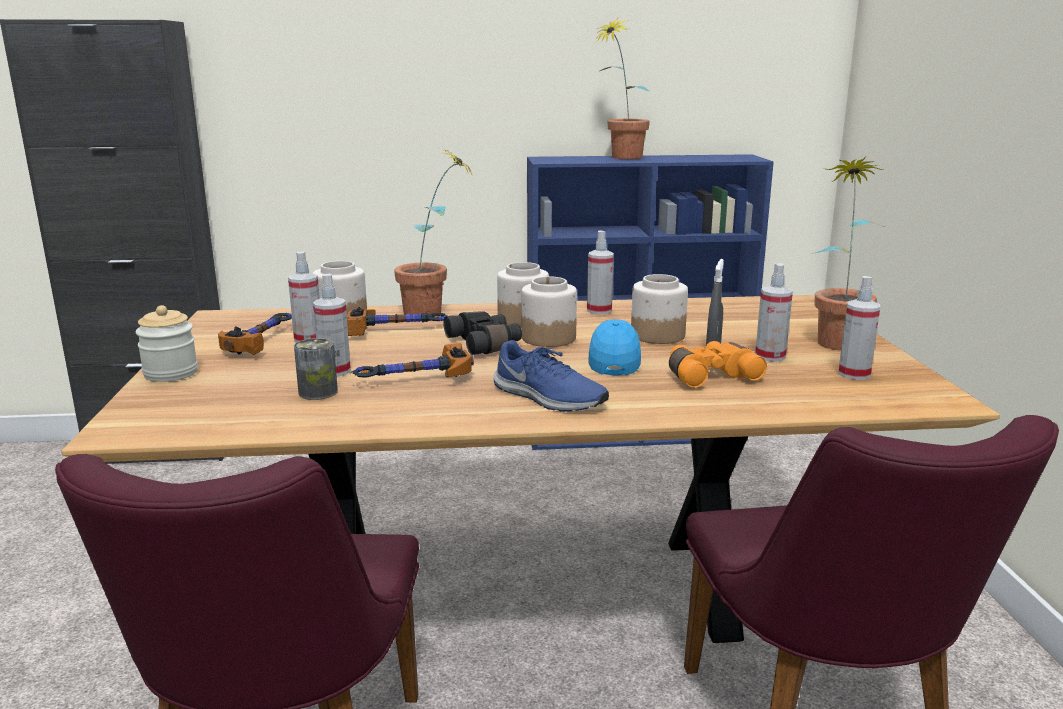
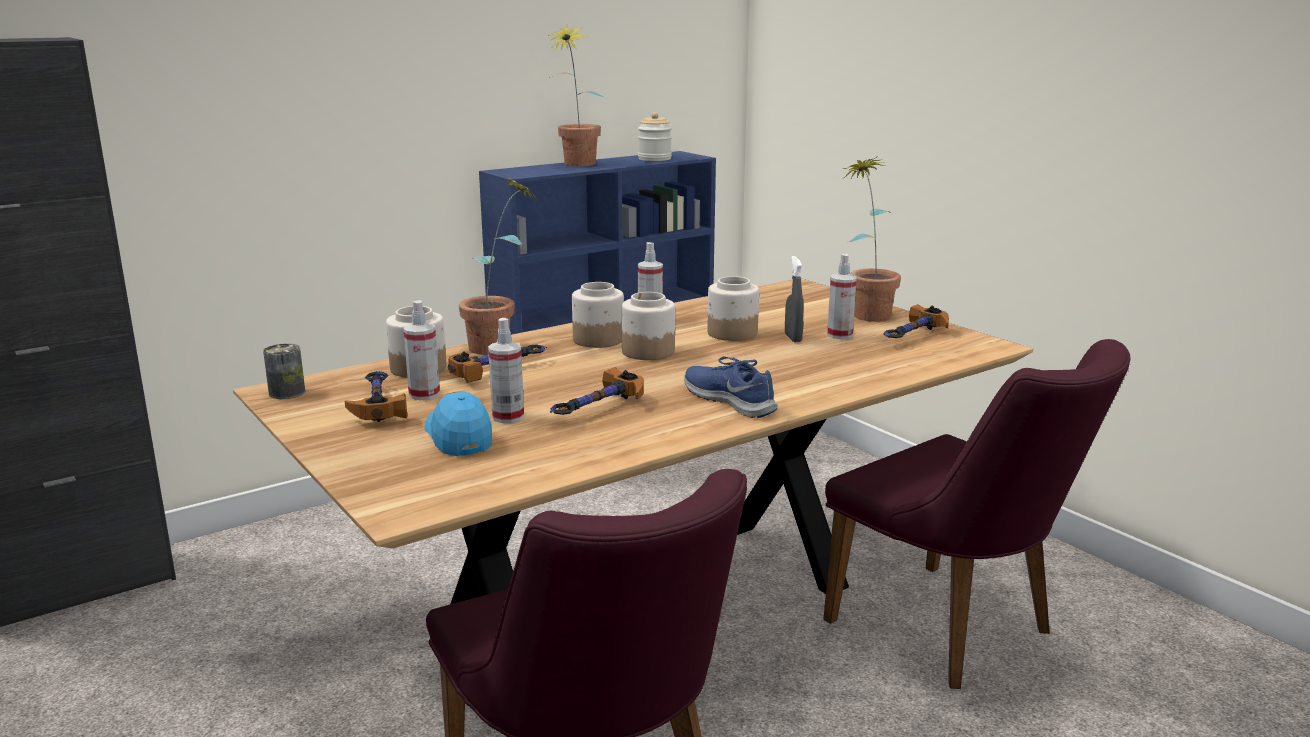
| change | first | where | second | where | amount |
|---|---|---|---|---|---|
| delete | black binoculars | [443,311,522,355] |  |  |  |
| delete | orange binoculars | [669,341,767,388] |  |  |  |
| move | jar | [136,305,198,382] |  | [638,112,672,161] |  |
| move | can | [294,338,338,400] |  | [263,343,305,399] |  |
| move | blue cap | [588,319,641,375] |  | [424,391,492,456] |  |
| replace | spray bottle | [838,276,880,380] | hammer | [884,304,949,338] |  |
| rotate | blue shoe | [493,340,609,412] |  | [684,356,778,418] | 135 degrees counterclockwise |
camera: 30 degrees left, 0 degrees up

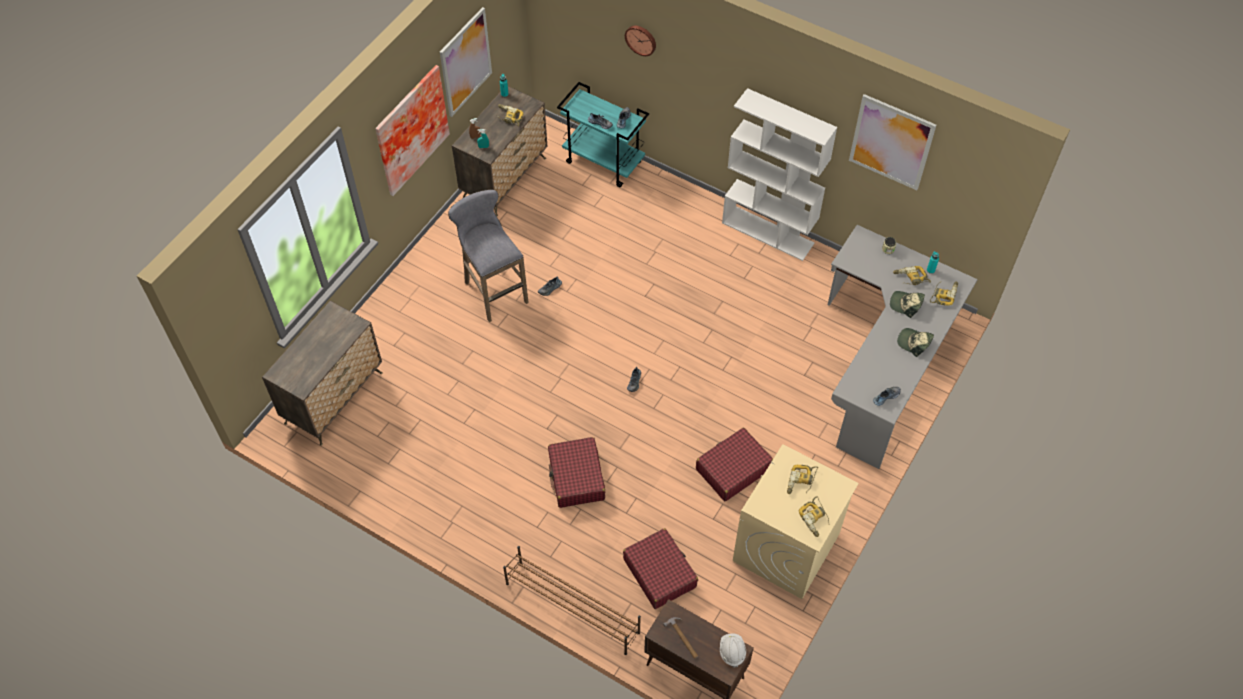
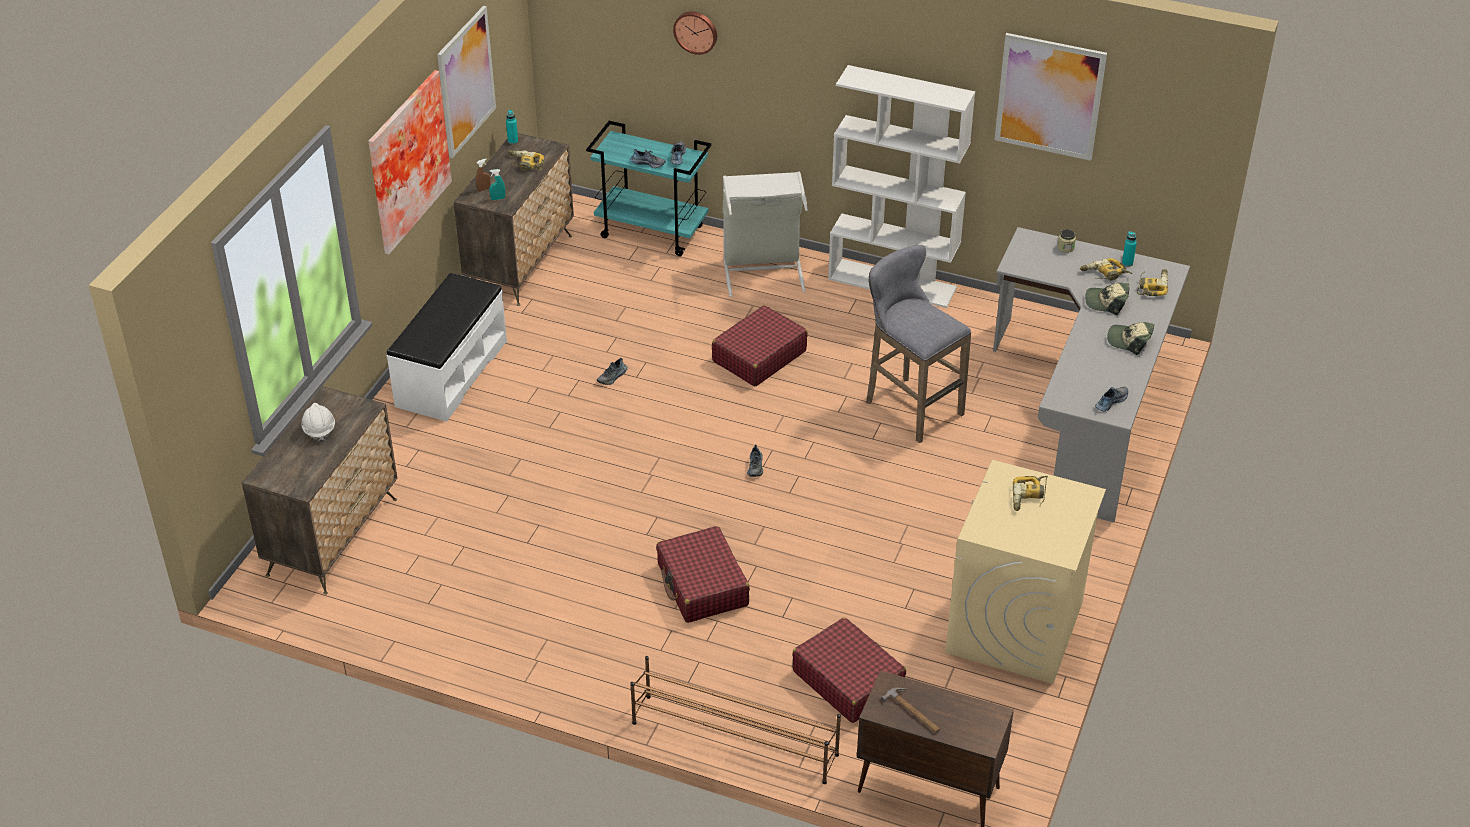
| change | first | where | second | where | amount |
|---|---|---|---|---|---|
| delete | power drill | [799,497,829,537] |  |  |  |
| insert |  |  | white bench | [386,273,507,421] |  |
| insert |  |  | grey laundry basket | [723,171,808,297] |  |
| move | grey stool | [448,190,529,322] |  | [866,245,971,443] |  |
| move | red suitcase | [696,428,773,501] |  | [712,305,808,386] |  |
| move | white hard hat | [720,634,746,667] |  | [301,403,335,442] |  |
camera: 10 degrees left, 15 degrees down

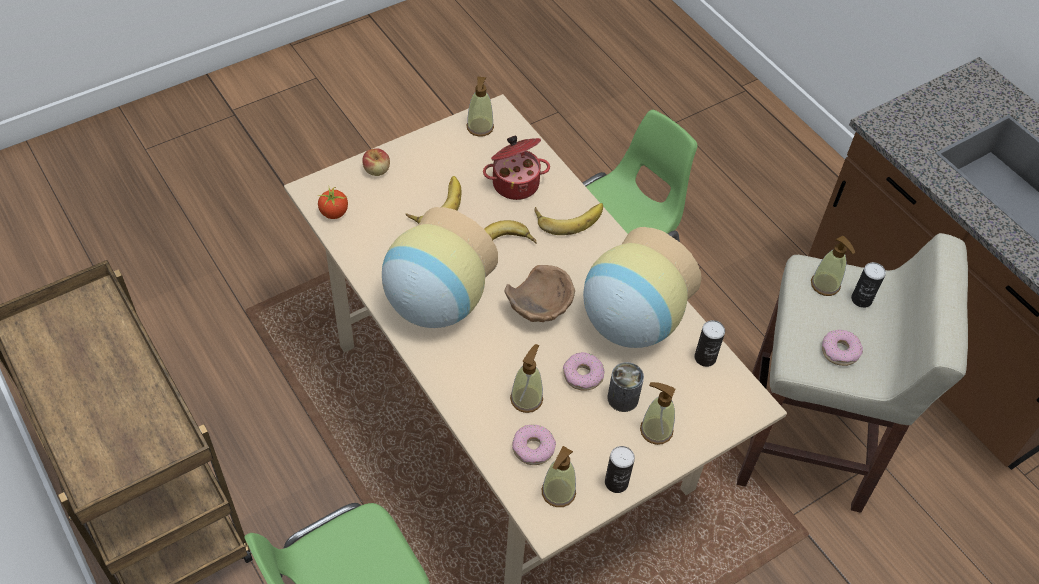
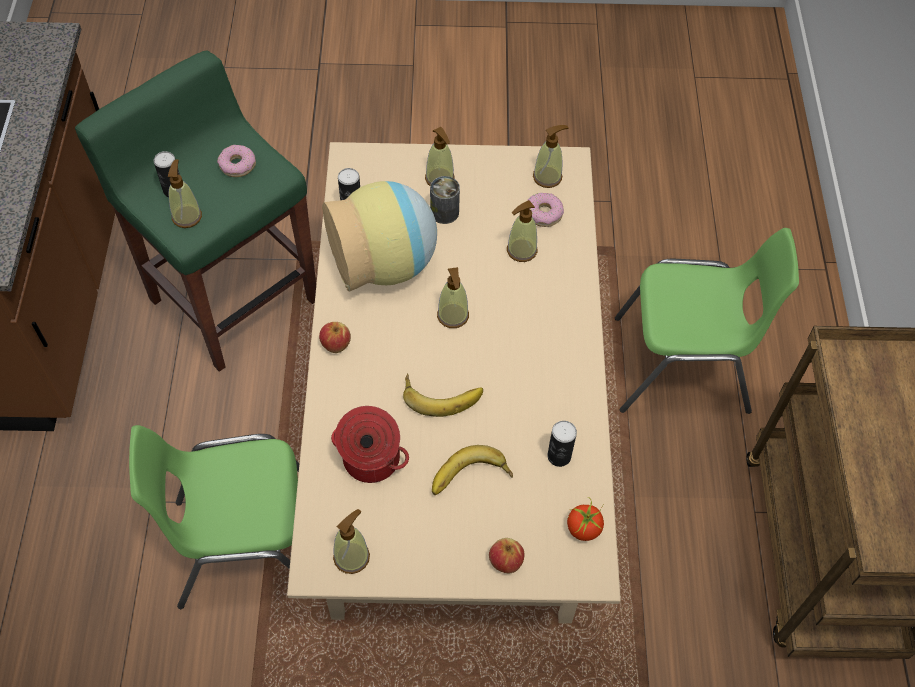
| change | first | where | second | where | amount |
|---|---|---|---|---|---|
| delete | vase | [382,207,498,328] |  |  |  |
| delete | banana | [535,203,603,235] |  |  |  |
| delete | donut | [563,352,605,391] |  |  |  |
| insert |  |  | apple | [319,322,351,353] |  |
| move | can | [605,446,635,493] |  | [547,421,577,467] |  |
| replace | brown bowl | [505,265,575,322] | soap dispenser | [437,267,469,328] |  |
| recolor | beige stool | [737,233,968,513] | green stool | [75,50,316,372] |  |
camera: 145 degrees left, 5 degrees up

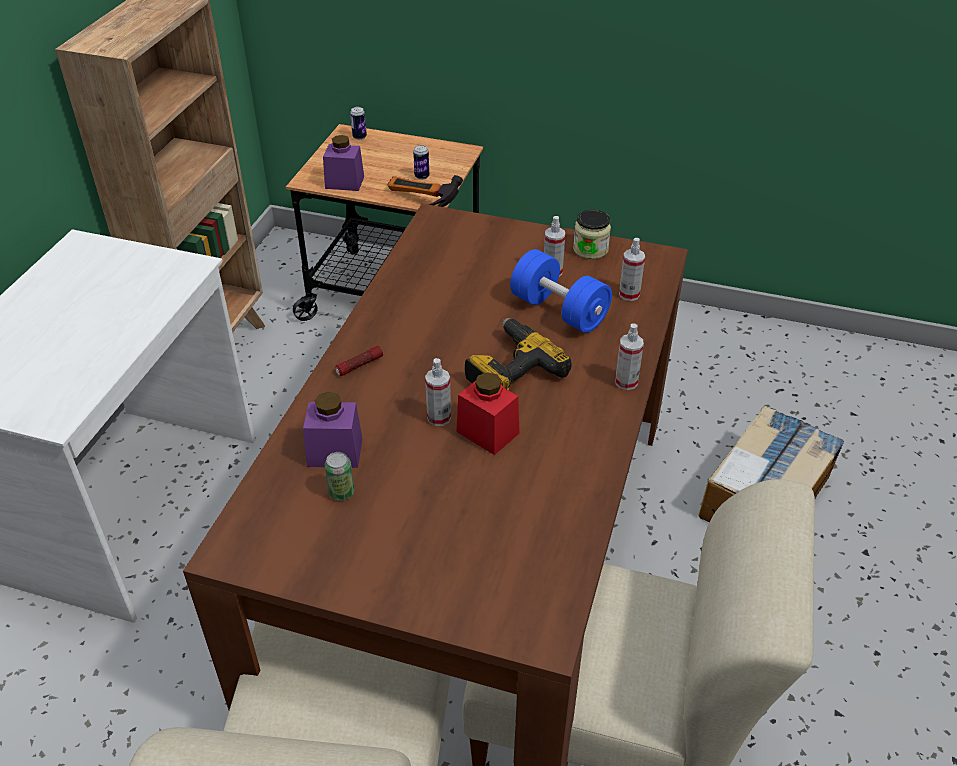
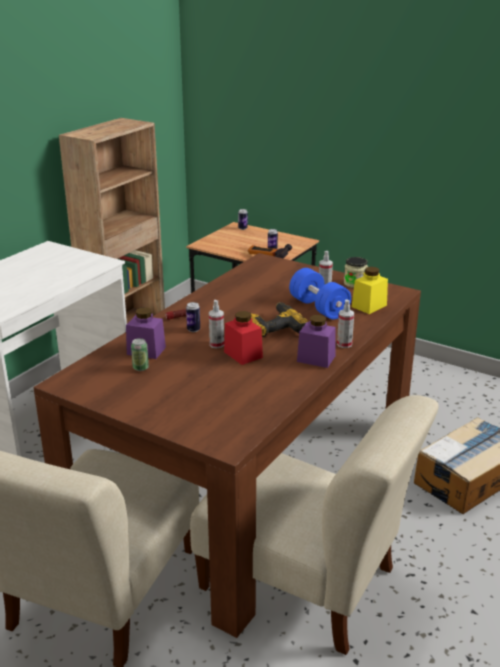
| change | first | where | second | where | amount |
|---|---|---|---|---|---|
| insert |  |  | can | [186,302,200,332] |  |
| move | purple jar | [323,135,364,191] |  | [297,315,336,368] |  |
| replace | spray bottle | [619,238,645,301] | yellow jar | [352,267,388,314] |  |
camera: 15 degrees right, 15 degrees down

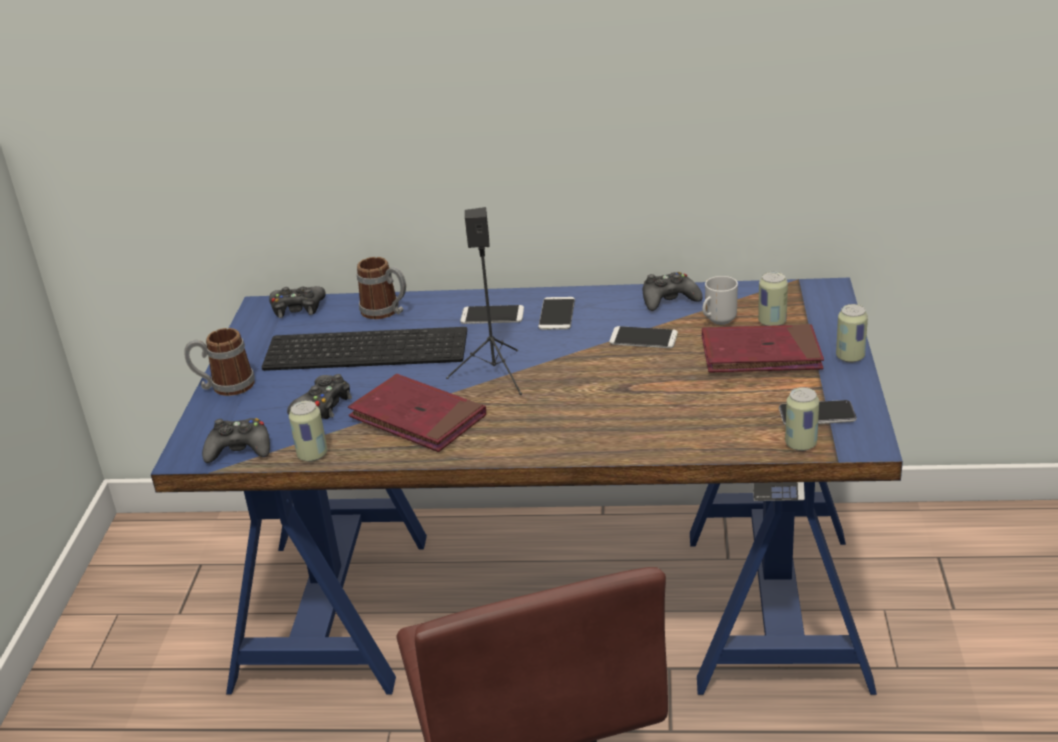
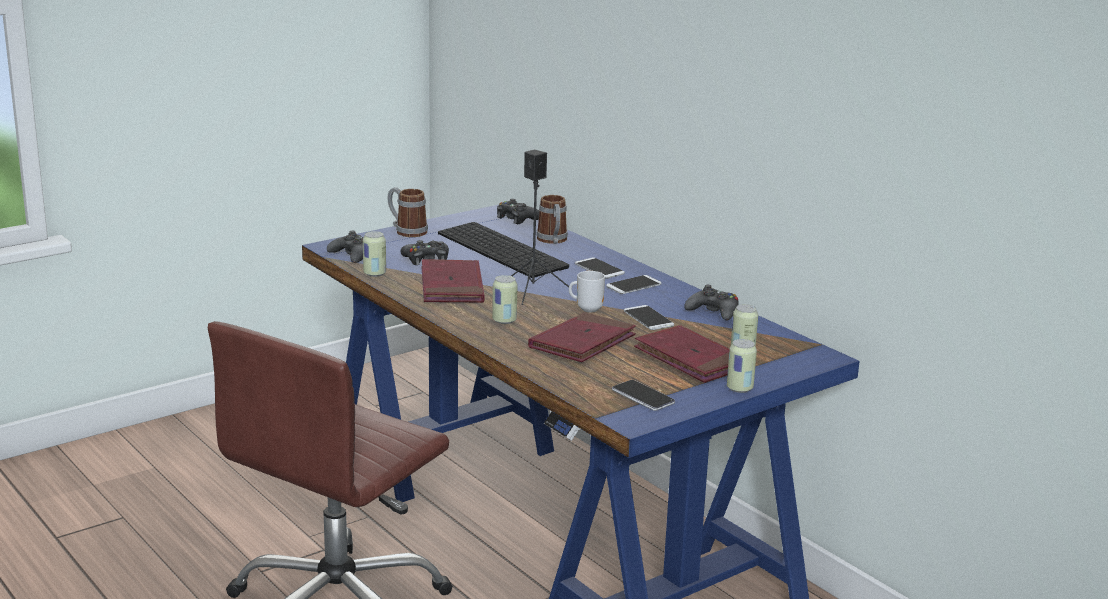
| change | first | where | second | where | amount |
|---|---|---|---|---|---|
| insert |  |  | red book | [528,312,636,362] |  |
| move | mug | [702,276,738,325] |  | [569,271,605,313] |  |
| move | can | [785,387,819,451] |  | [492,275,518,324] |  |
camera: 45 degrees right, 10 degrees down

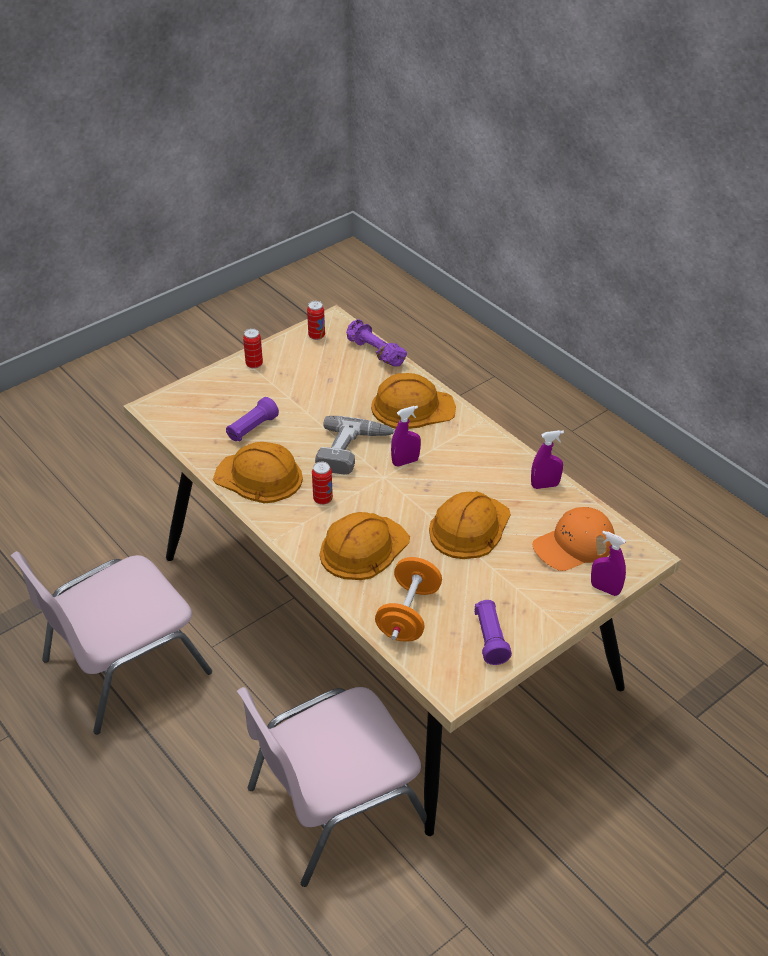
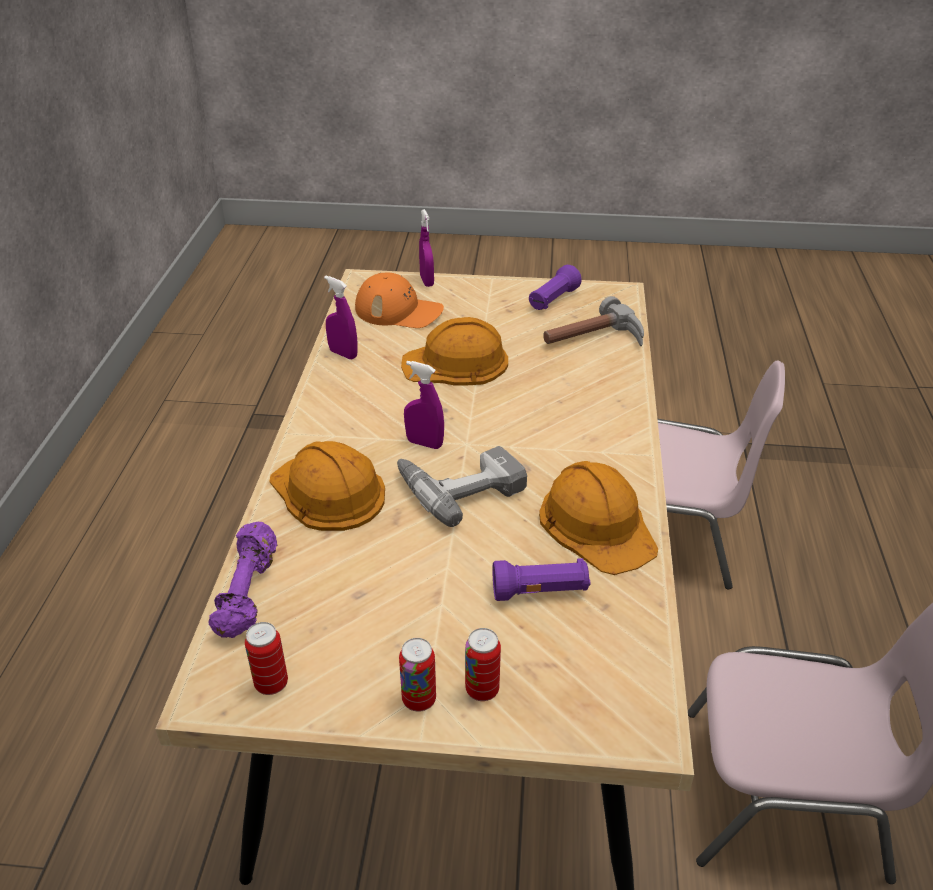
| change | first | where | second | where | amount |
|---|---|---|---|---|---|
| delete | orange hard hat | [320,512,410,580] |  |  |  |
| move | can | [312,462,333,505] |  | [465,628,501,701] |  |
| replace | orange dumbbell | [375,557,442,642] | hammer | [543,296,644,346] |  |
camera: 135 degrees left, 5 degrees down

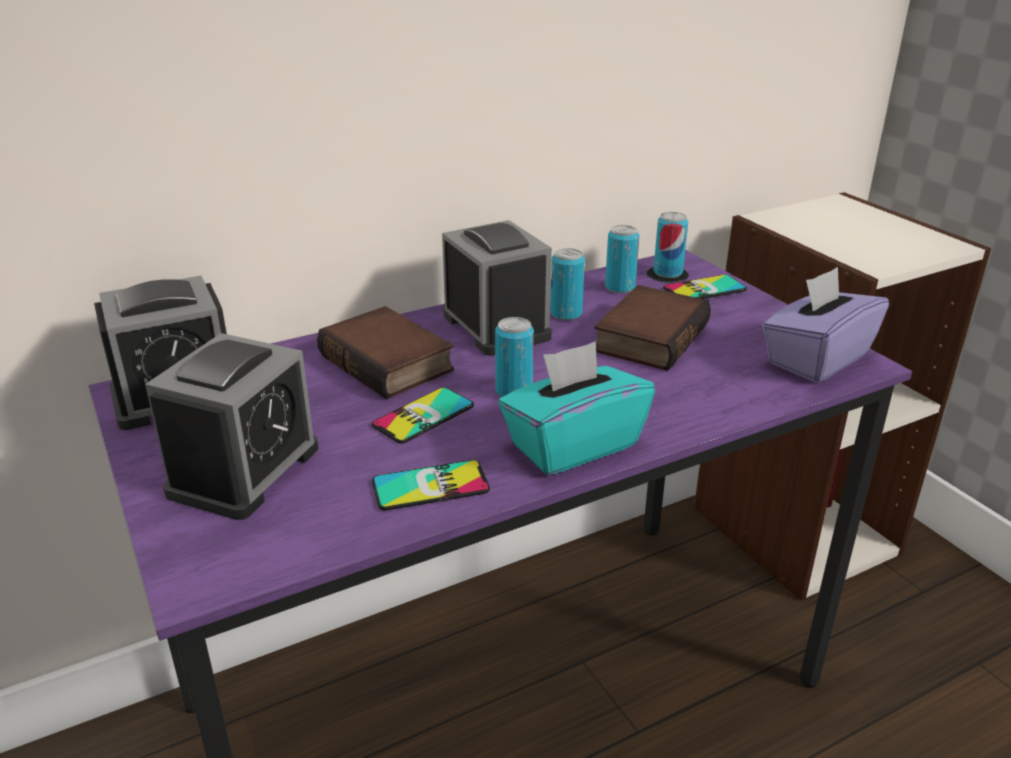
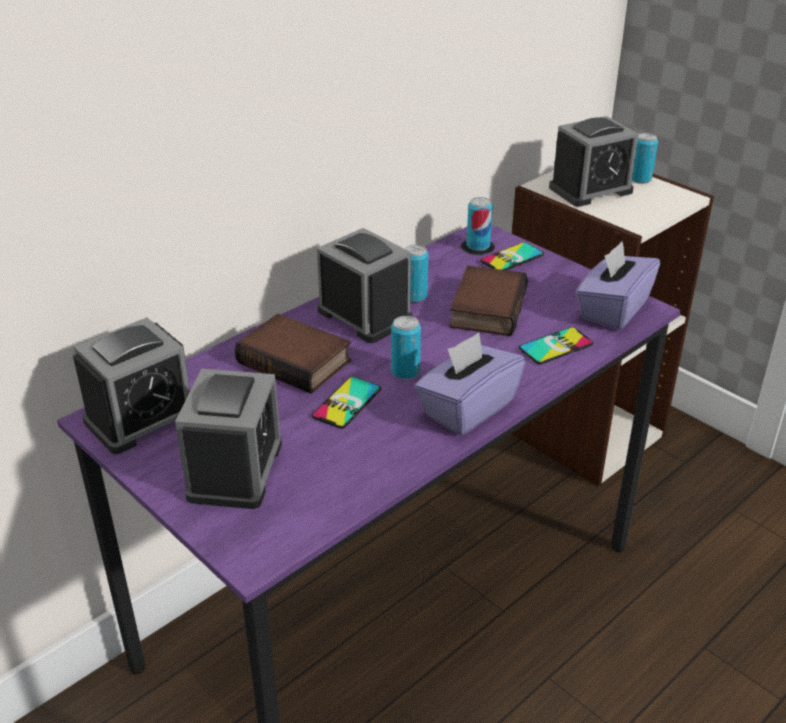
| change | first | where | second | where | amount |
|---|---|---|---|---|---|
| insert |  |  | alarm clock | [549,116,639,207] |  |
| move | phone | [372,460,490,510] |  | [519,327,593,364] |  |
| move | can | [605,225,639,293] |  | [632,133,658,184] |  |
| recolor | turquoise tissue box | [498,341,655,475] | purple tissue box | [414,333,526,435] |  |
camera: 15 degrees left, 5 degrees up

